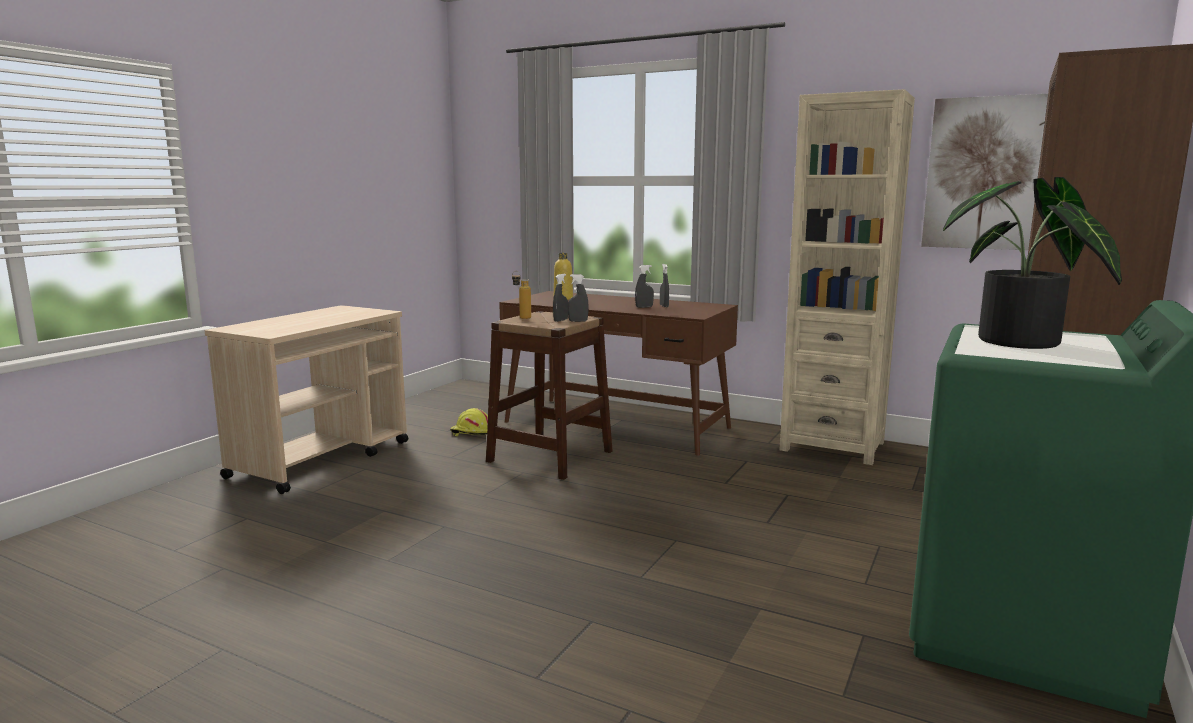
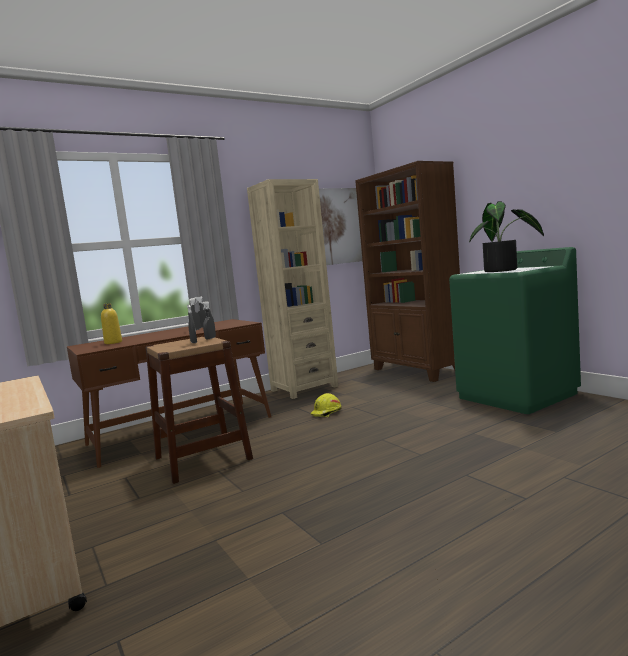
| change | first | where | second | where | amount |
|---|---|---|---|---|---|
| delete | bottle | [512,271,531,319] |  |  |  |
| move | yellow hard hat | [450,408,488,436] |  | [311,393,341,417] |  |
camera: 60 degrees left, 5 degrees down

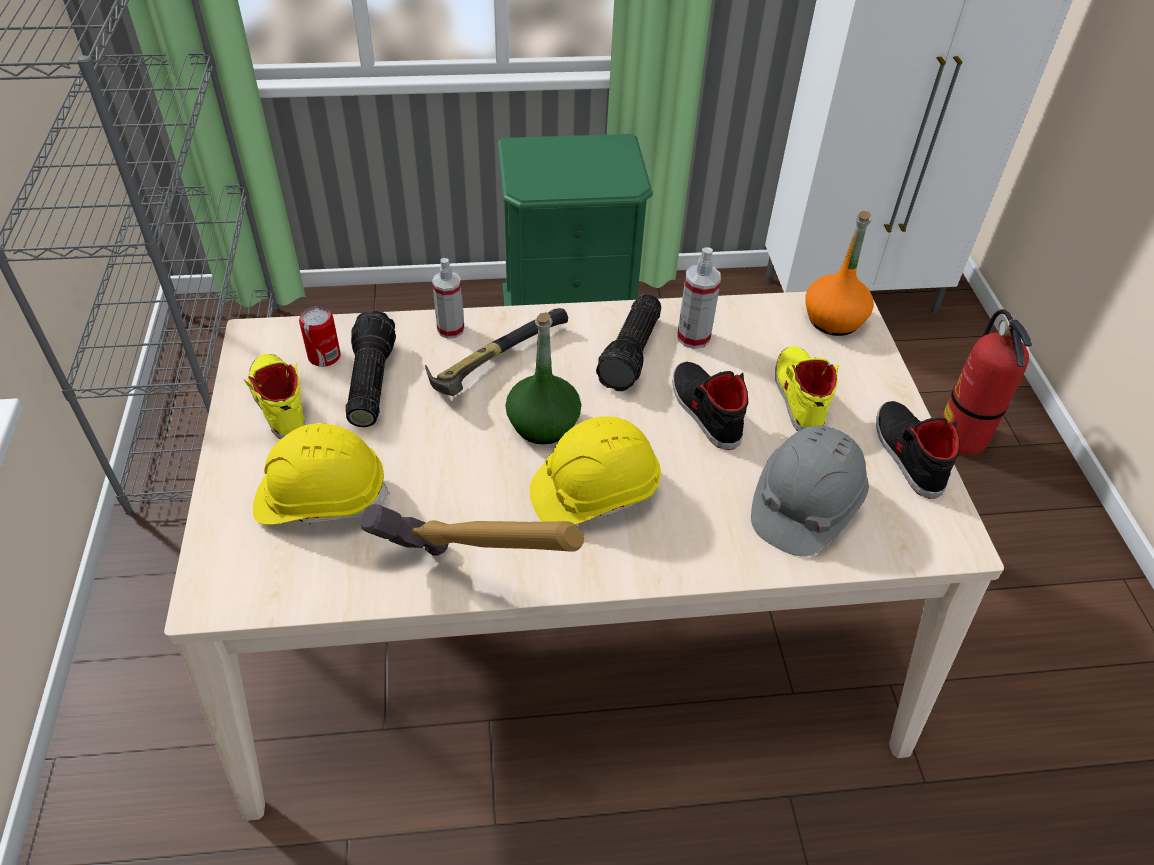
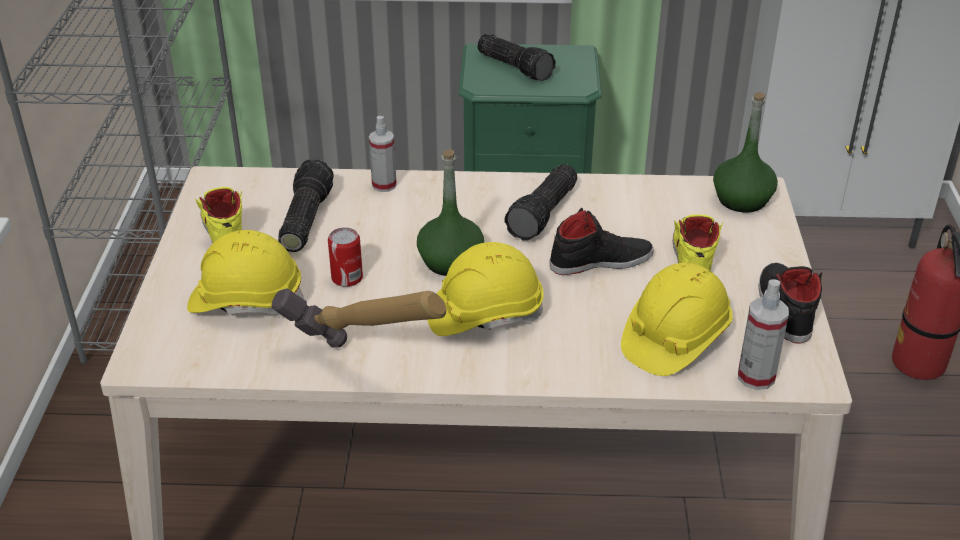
| change | first | where | second | where | amount |
|---|---|---|---|---|---|
| delete | hammer | [425,308,568,396] |  |  |  |
| insert |  |  | flashlight | [477,34,556,81] |  |
| move | can | [299,306,341,367] |  | [328,227,363,287] |  |
| move | spray bottle | [678,247,721,349] |  | [738,279,789,390] |  |
| recolor | grey hard hat | [751,426,869,557] | yellow hard hat | [621,263,733,376] |  |
| recolor | orange bottle | [805,211,874,336] | green bottle | [713,92,778,213] |  |
| rotate | black shoe | [672,362,748,450] |  | [549,208,654,275] | 90 degrees clockwise |
camera: 10 degrees right, 10 degrees down

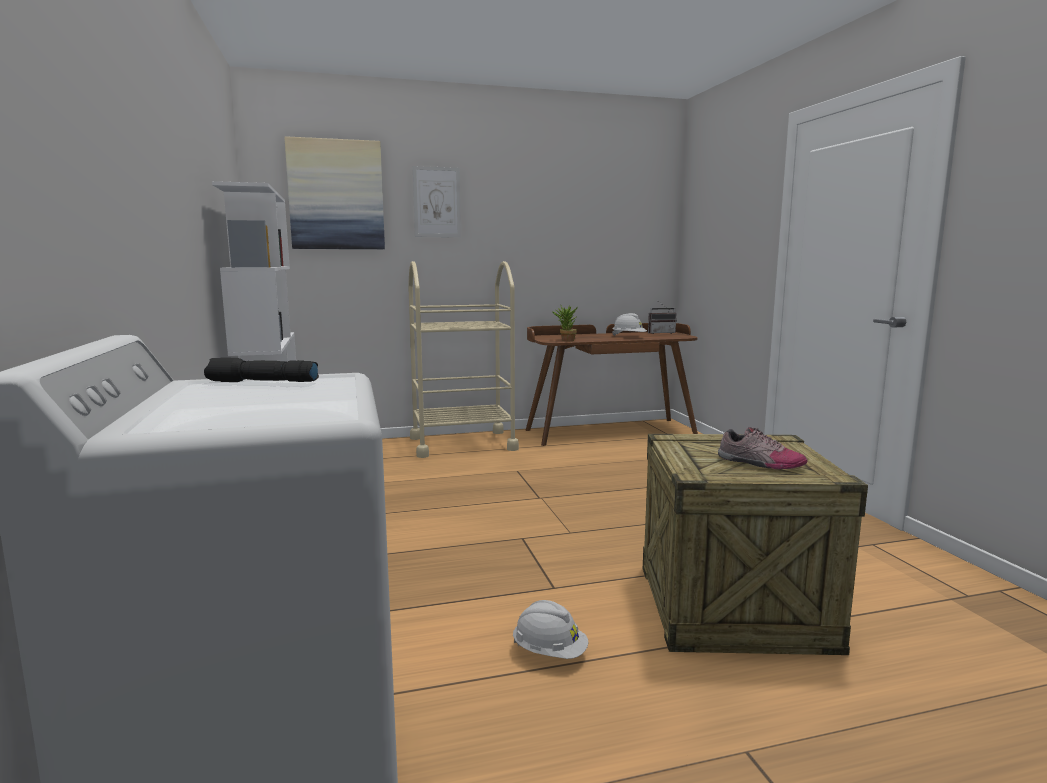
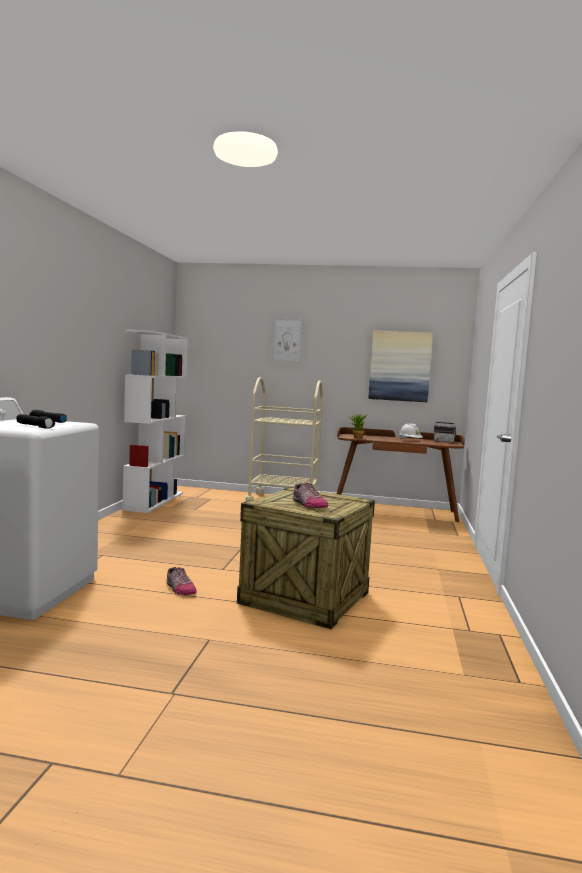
| change | first | where | second | where | amount |
|---|---|---|---|---|---|
| insert |  |  | black flashlight | [17,414,55,429] |  |
| move | picture | [284,136,385,249] |  | [369,330,433,402] |  |
| replace | white hard hat | [513,600,588,659] | shoe | [166,567,197,595] |  |
camera: 25 degrees right, 5 degrees down

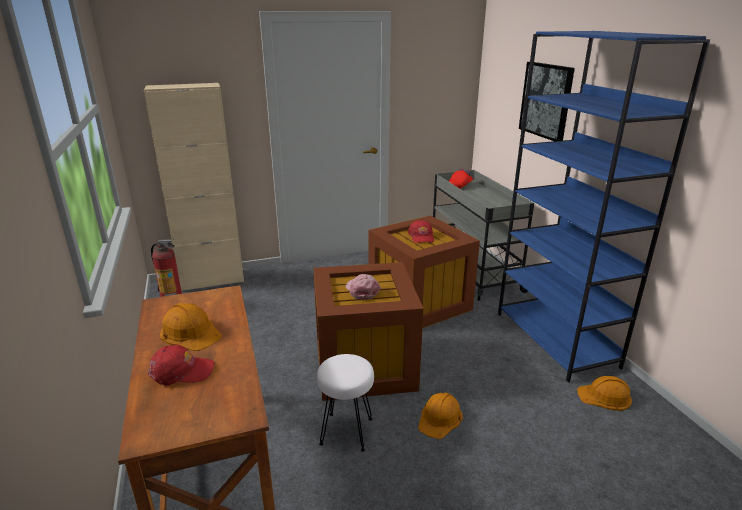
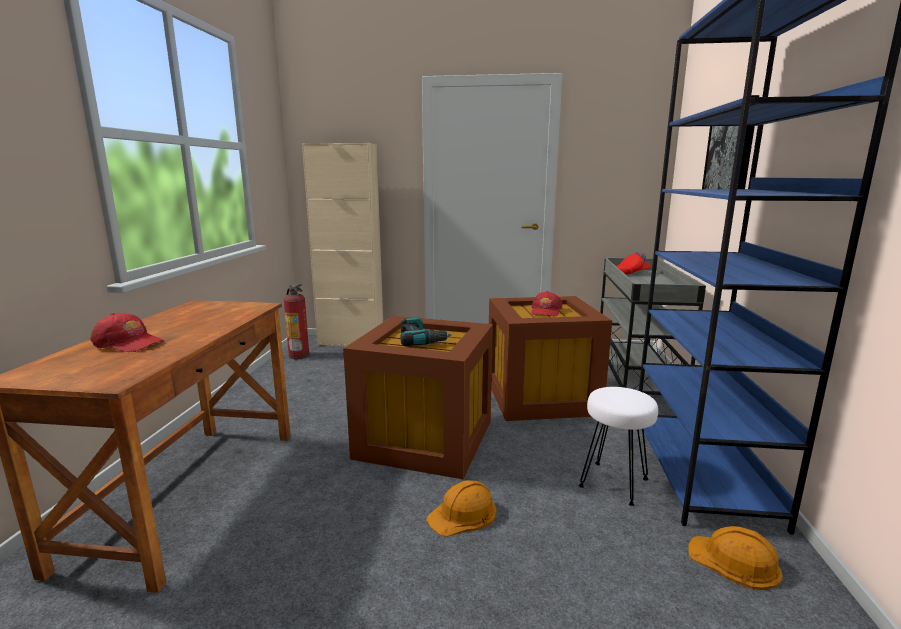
| change | first | where | second | where | amount |
|---|---|---|---|---|---|
| delete | orange hard hat | [160,303,222,351] |  |  |  |
| move | white stool | [317,354,374,452] |  | [579,387,658,506] |  |
| replace | pink cap | [346,274,381,300] | power drill | [400,318,452,346] |  |
camera: 25 degrees right, 10 degrees down

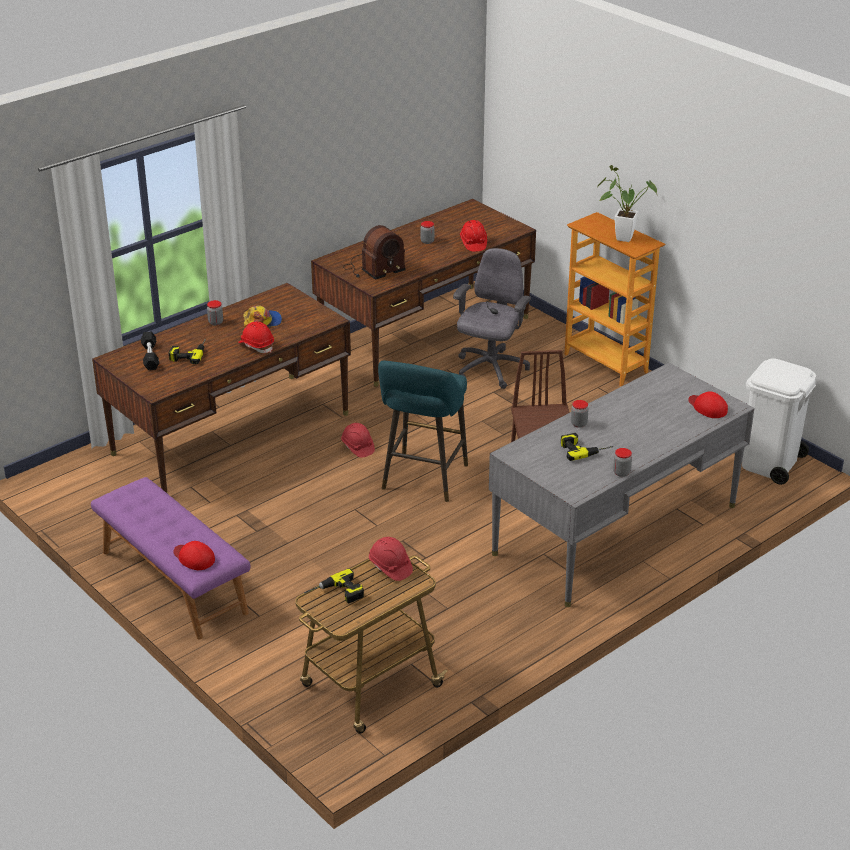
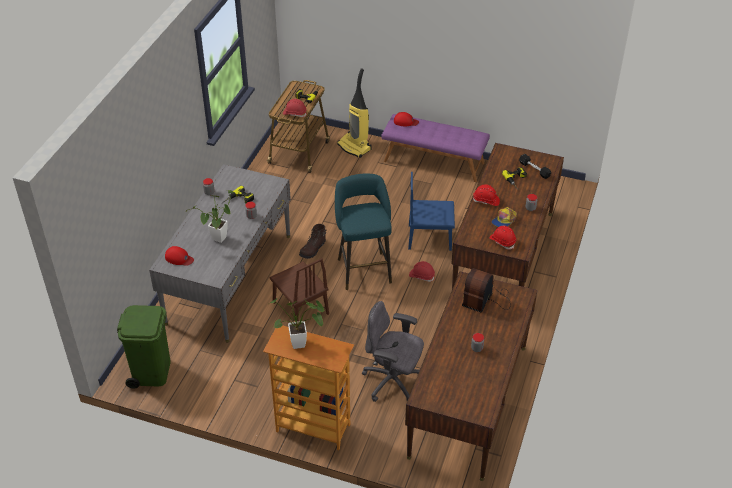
| change | first | where | second | where | amount |
|---|---|---|---|---|---|
| insert |  |  | potted plant | [186,190,233,243] |  |
| insert |  |  | brown boot | [299,224,327,259] |  |
| insert |  |  | vacuum cleaner | [337,68,372,158] |  |
| insert |  |  | blue chair | [408,172,455,251] |  |
| move | red hard hat | [460,220,487,252] |  | [489,226,516,249] |  |
| recolor | white trash can | [742,358,816,485] | green trash can | [117,305,171,389] |  |
| rotate | grey office chair | [453,248,531,389] |  | [362,301,424,402] | 120 degrees clockwise |
camera: 150 degrees right, 10 degrees up

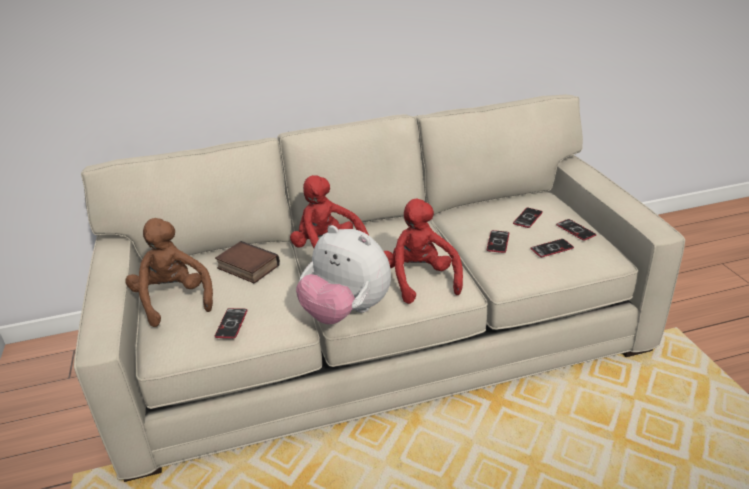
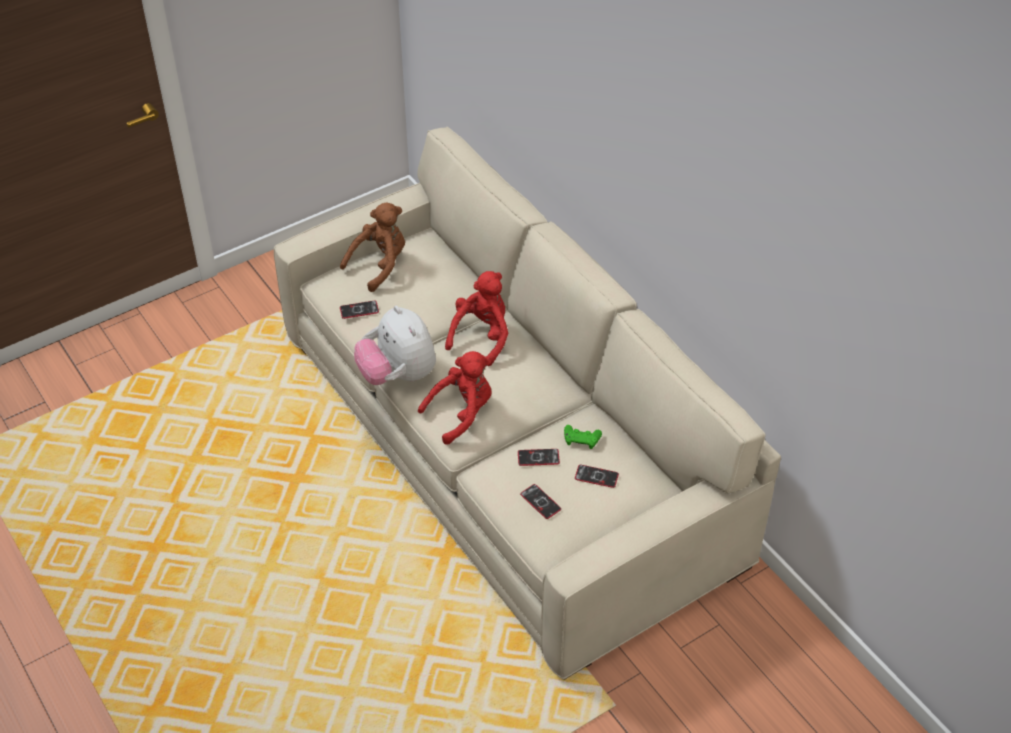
| change | first | where | second | where | amount |
|---|---|---|---|---|---|
| delete | book | [215,241,280,283] |  |  |  |
| delete | phone | [556,219,596,240] |  |  |  |
| insert |  |  | green game controller | [564,425,602,449] |  |
| rotate | plush toy | [296,225,391,324] |  | [354,306,436,385] | 45 degrees counterclockwise |
camera: 70 degrees right, 15 degrees up

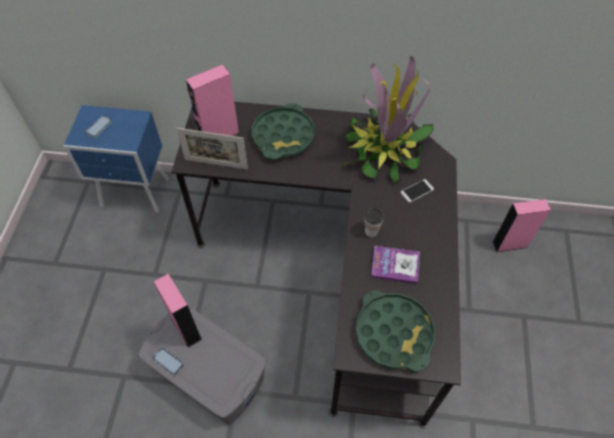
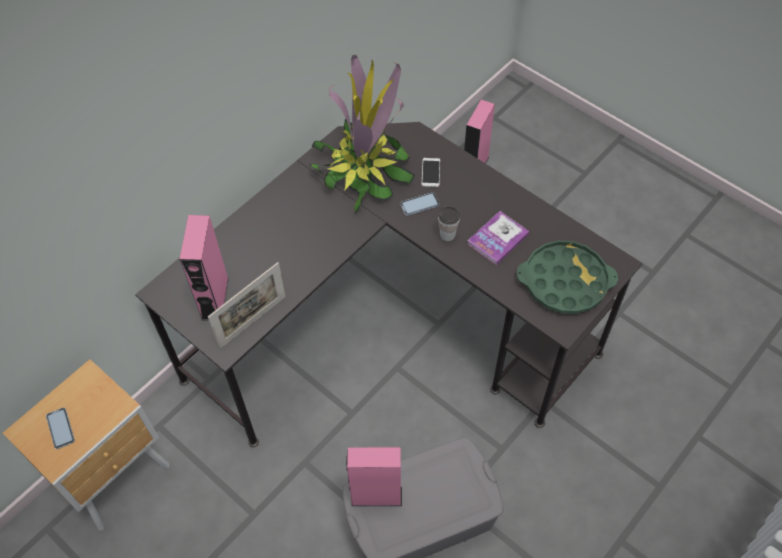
| change | first | where | second | where | amount |
|---|---|---|---|---|---|
| delete | green tray | [252,103,315,160] |  |  |  |
| move | phone | [152,347,184,375] |  | [400,192,440,216] |  |
| recolor | blue nightstand | [63,105,169,213] | brown nightstand | [3,359,169,530] |  |
camera: 55 degrees left, 0 degrees up

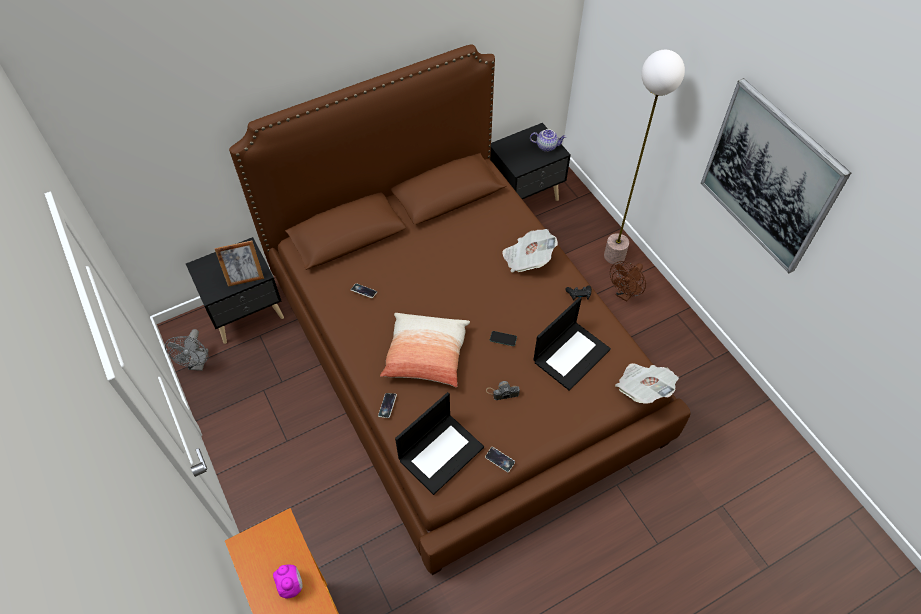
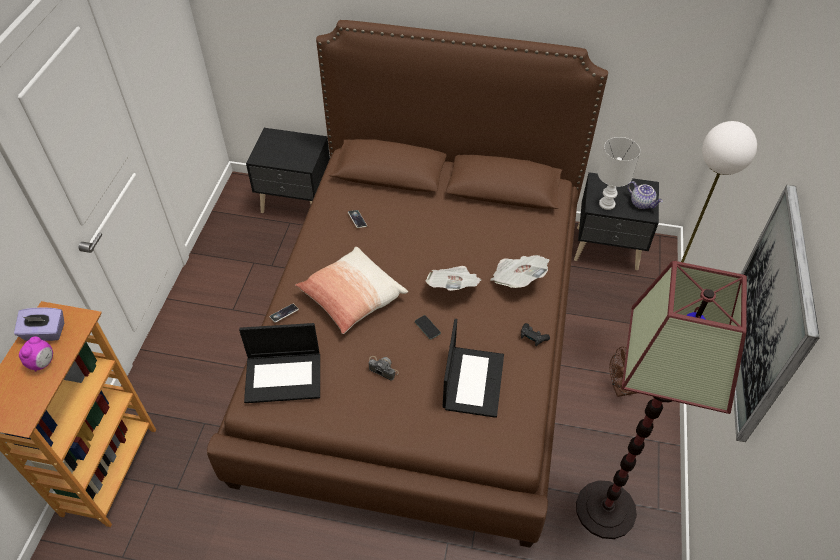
| change | first | where | second | where | amount |
|---|---|---|---|---|---|
| delete | grey fan | [165,329,209,371] |  |  |  |
| delete | picture frame | [215,241,264,287] |  |  |  |
| delete | phone | [485,447,515,472] |  |  |  |
| insert |  |  | purple tissue box | [14,307,64,341] |  |
| insert |  |  | floor lamp | [576,261,747,539] |  |
| insert |  |  | white table lamp | [598,137,640,210] |  |
| move | newspaper | [615,363,679,404] |  | [425,266,481,291] |  |
| rotate | laptop | [533,297,611,391] |  | [443,319,504,418] | 75 degrees counterclockwise |
camera: 40 degrees right, 5 degrees down

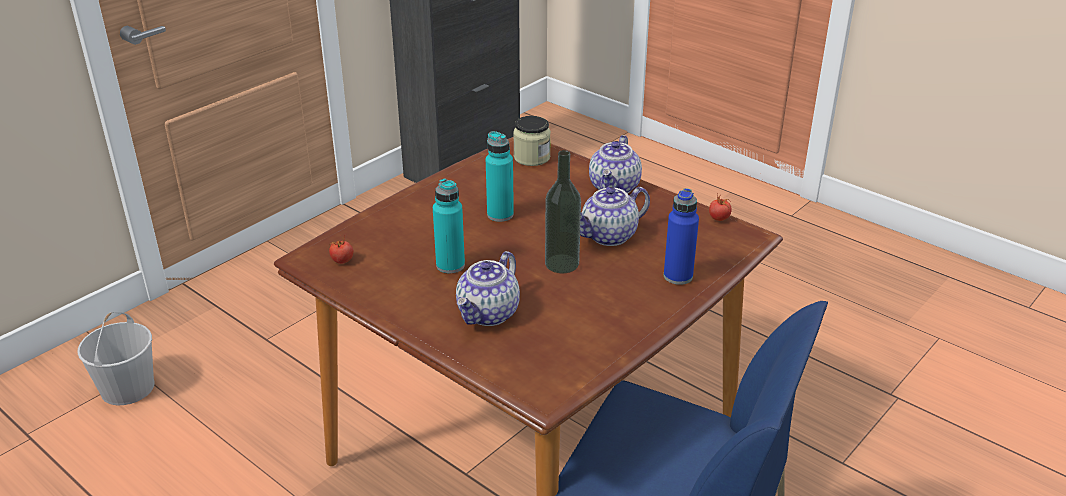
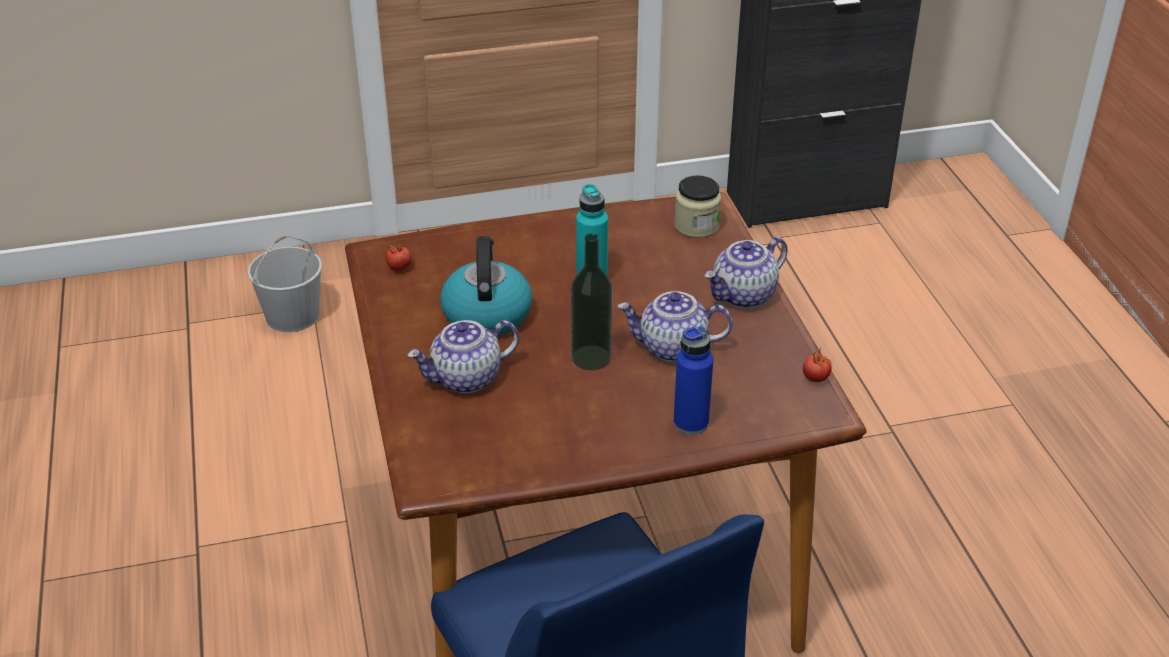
| change | first | where | second | where | amount |
|---|---|---|---|---|---|
| replace | turquoise bottle | [433,178,465,273] | kettle | [440,236,532,335] |  |
camera: 35 degrees right, 5 degrees up

